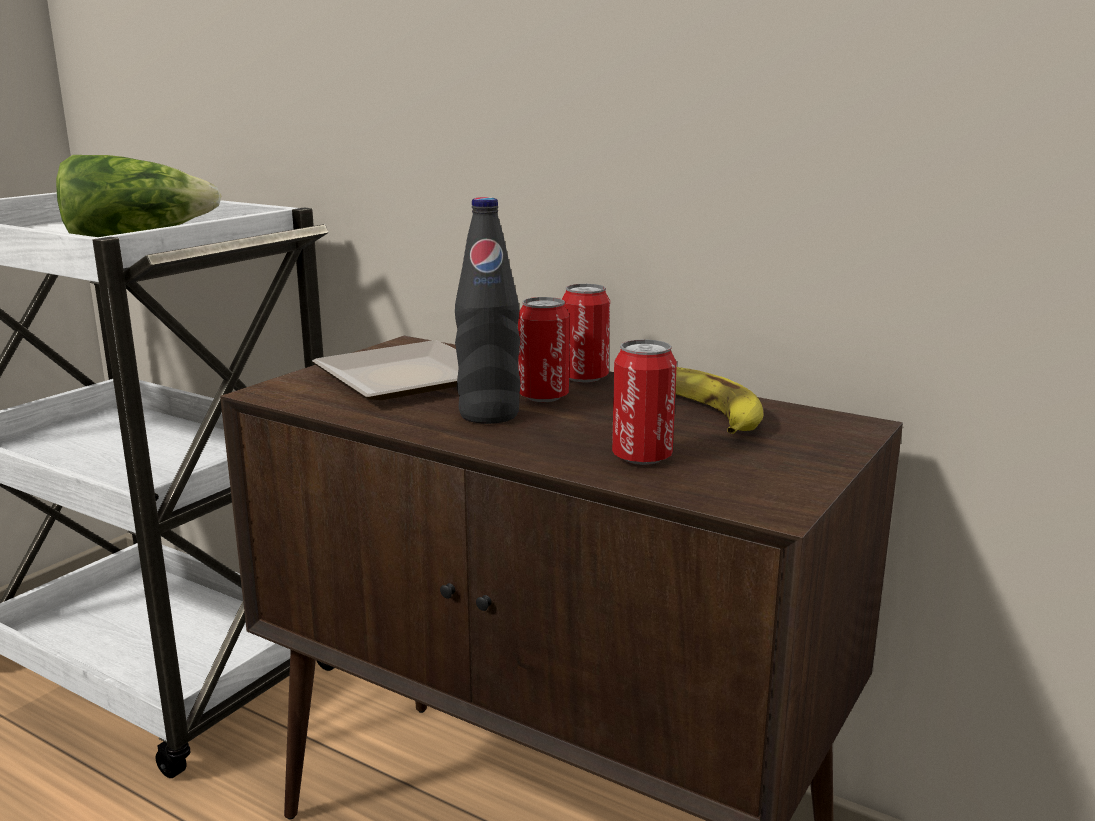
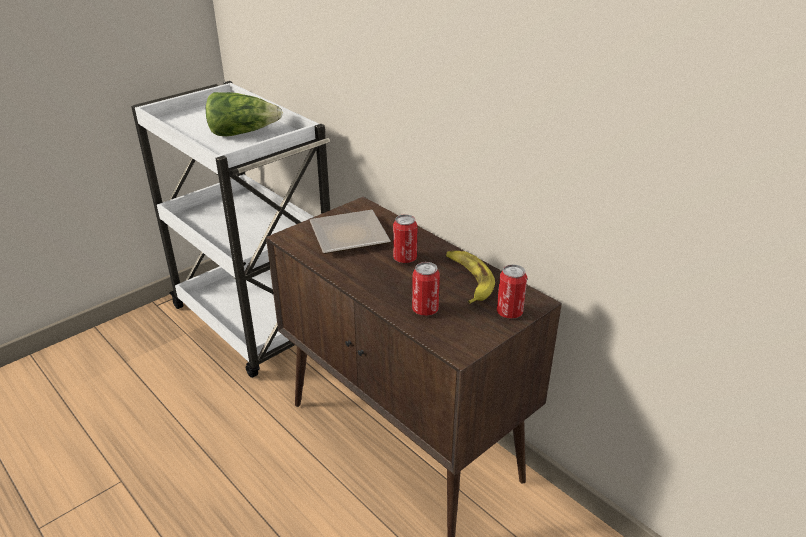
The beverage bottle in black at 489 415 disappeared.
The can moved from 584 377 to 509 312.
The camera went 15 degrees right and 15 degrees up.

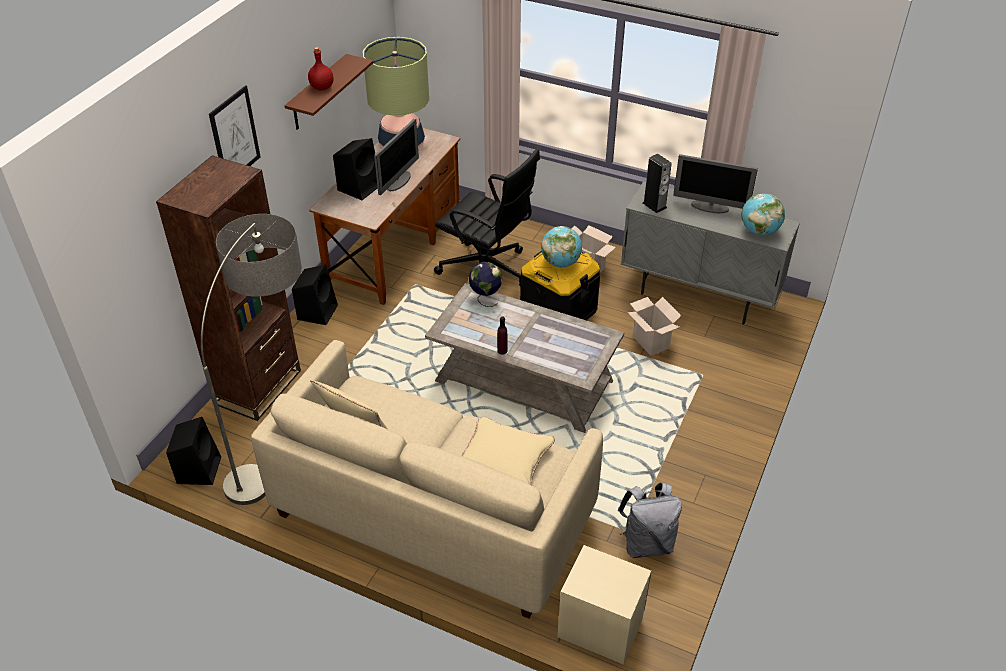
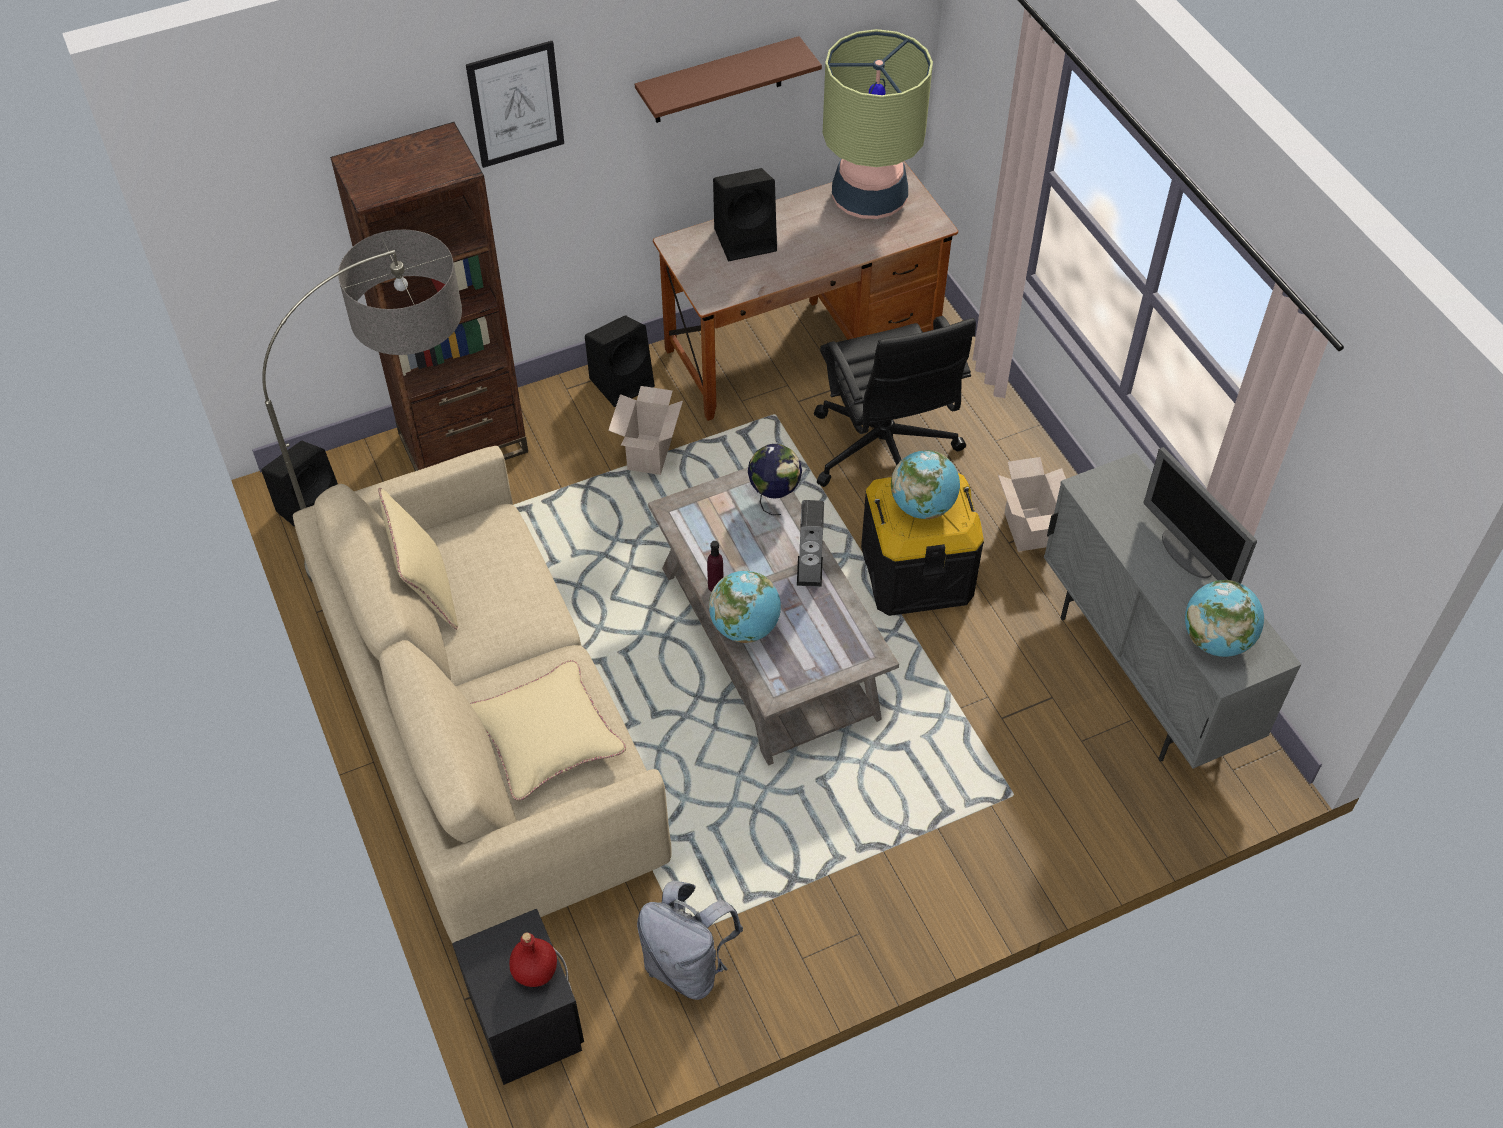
The beverage bottle in red-coloured moved from 321 87 to 534 971.
The monitor at 398 181 disappeared.
The nightstand in sand-coloured at 600 627 became the nightstand in black at 526 1021.
The cardboard box moved from 649 342 to 648 453.
The loudspeaker moved from 654 205 to 809 571.
The world globe at 745 627 appeared.
The camera went 40 degrees right and 10 degrees up.

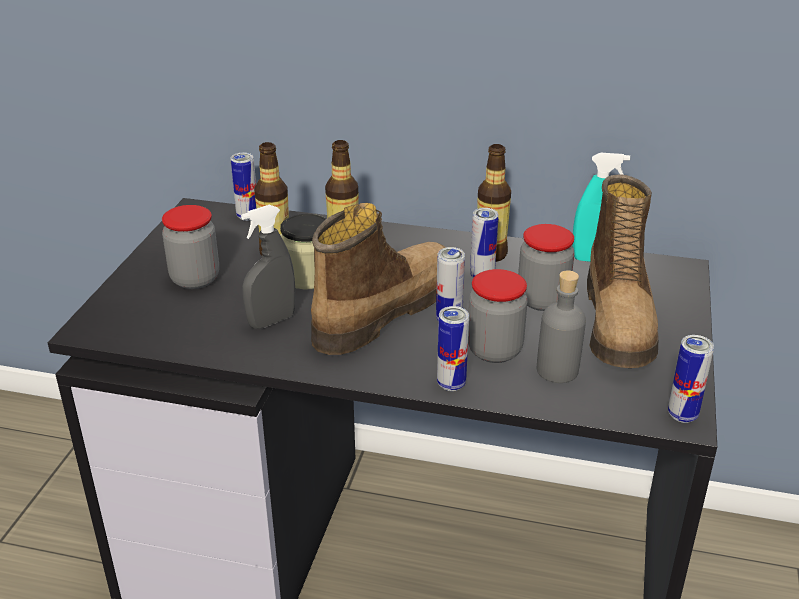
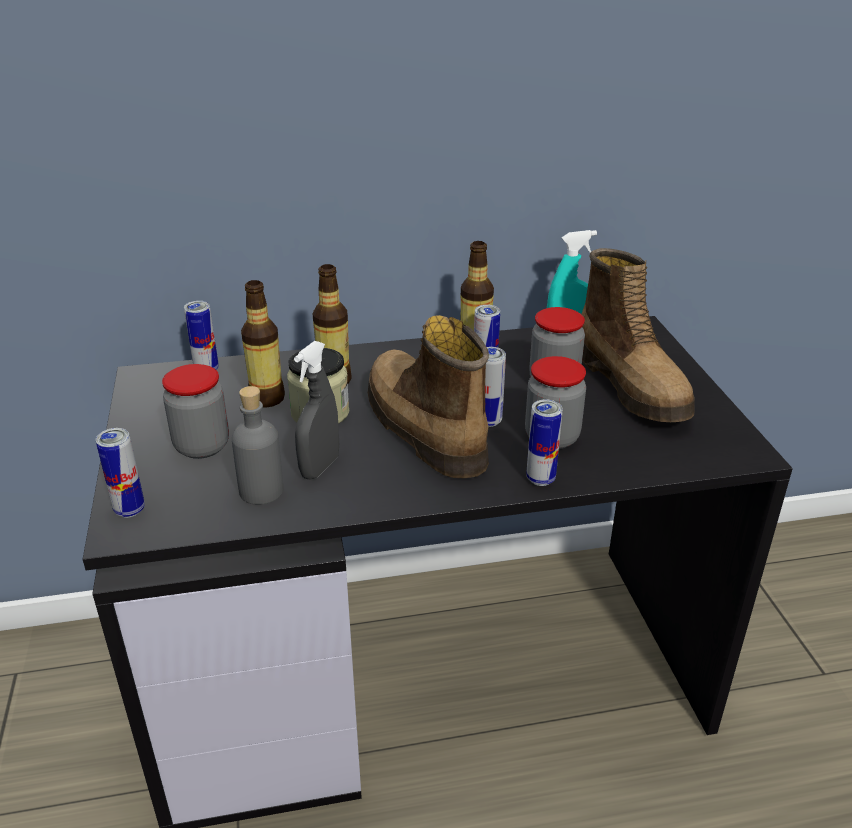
The high-top boot at 383 311 turned 45 degrees counterclockwise.
The beverage bottle in greyish moved from 557 370 to 261 491.
The can moved from 682 415 to 129 510.
The camera went 25 degrees left and 0 degrees up.

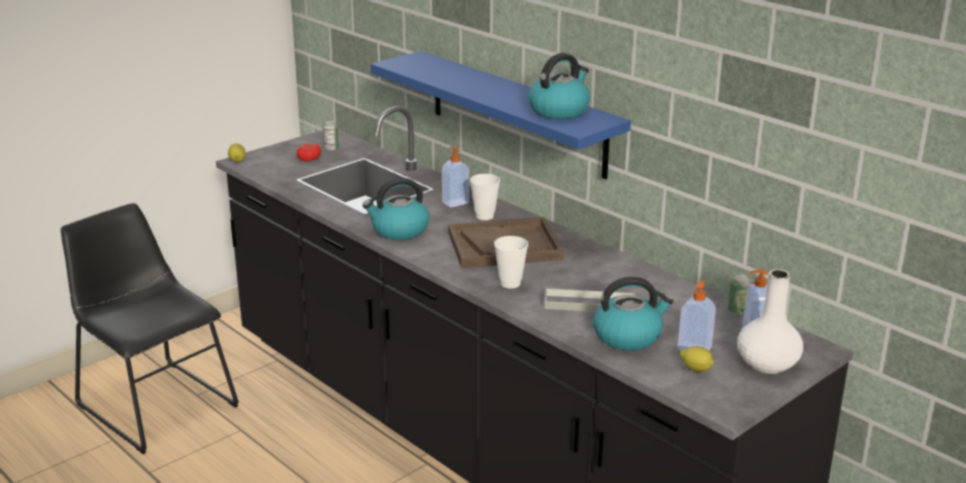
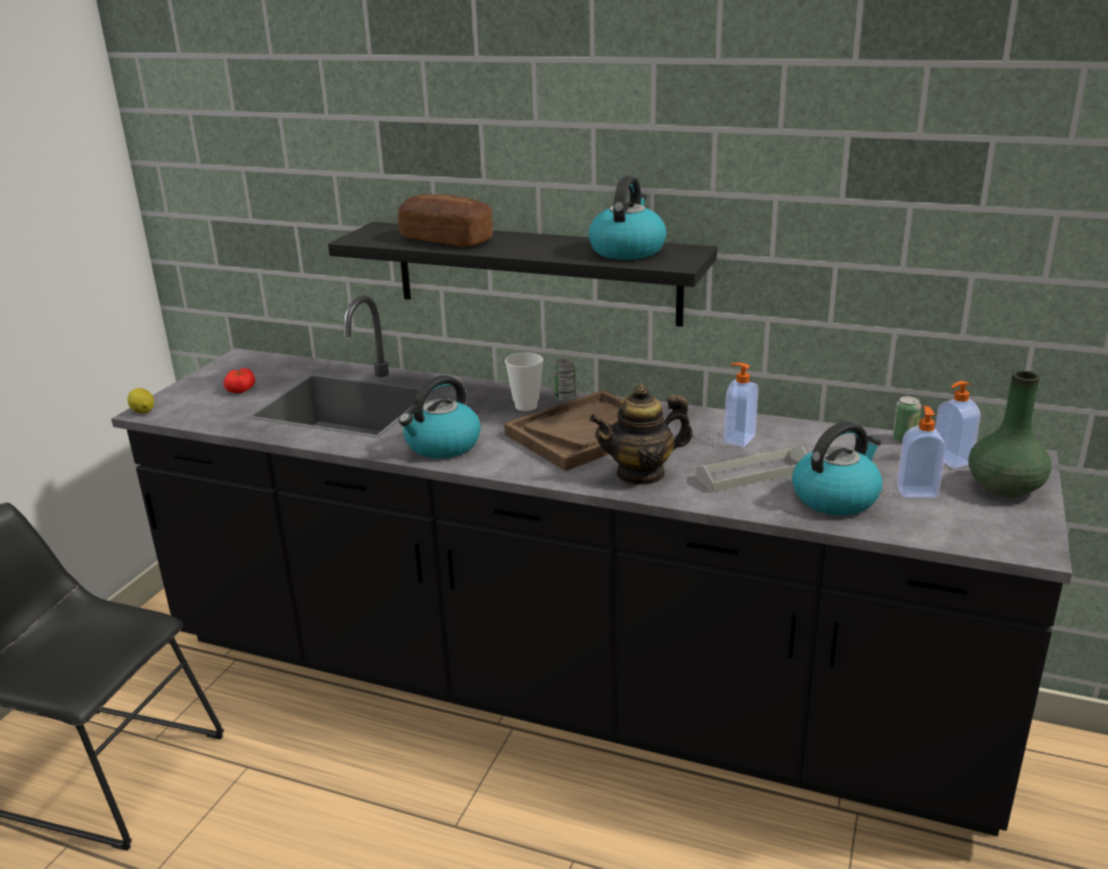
The can moved from 331 149 to 565 398.
The shelf in blue-coloured at 516 113 became the shelf in black at 536 272.
The soap dispenser moved from 455 202 to 738 439.
The small cup at 510 283 was replaced by the tea pot at 641 474.
The whole lemon at 696 369 disappeared.
The decorative vase in white-coloured at 767 364 became the decorative vase in green-coloured at 1004 487.
The baked bread at 446 239 appeared.
The camera went 25 degrees left and 0 degrees up.

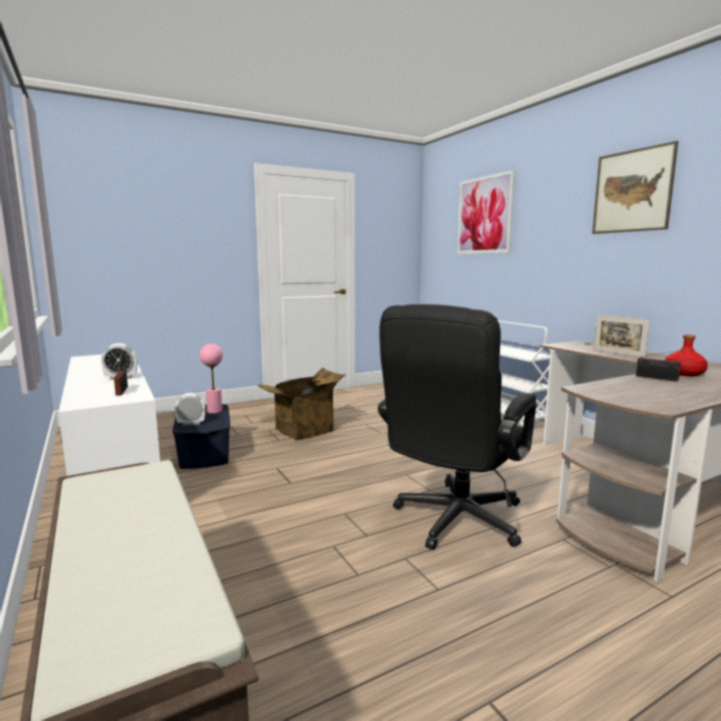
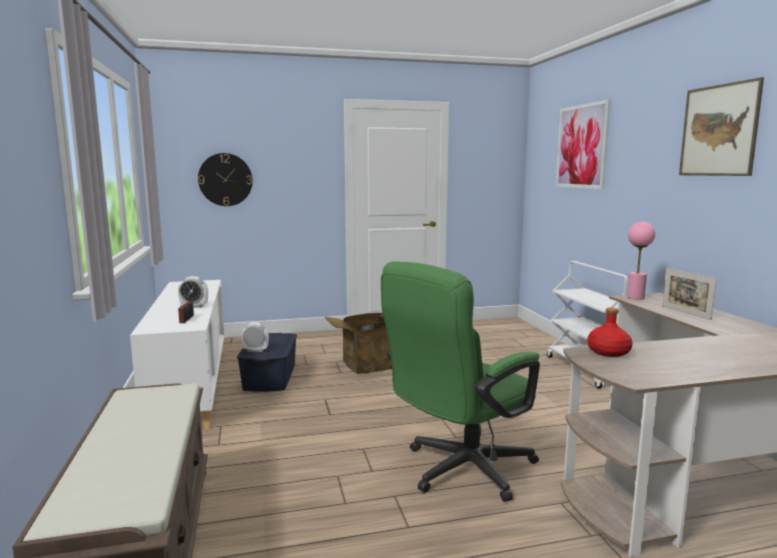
The lamp for a table in pinkish moved from 214 411 to 635 297.
The computer chair in black at 453 522 became the computer chair in green-coloured at 460 471.
The radio set at 659 378 disappeared.
The beverage bottle in red-coloured moved from 684 373 to 608 352.
The hanging clock at 225 179 appeared.
The camera went 15 degrees right and 0 degrees up.

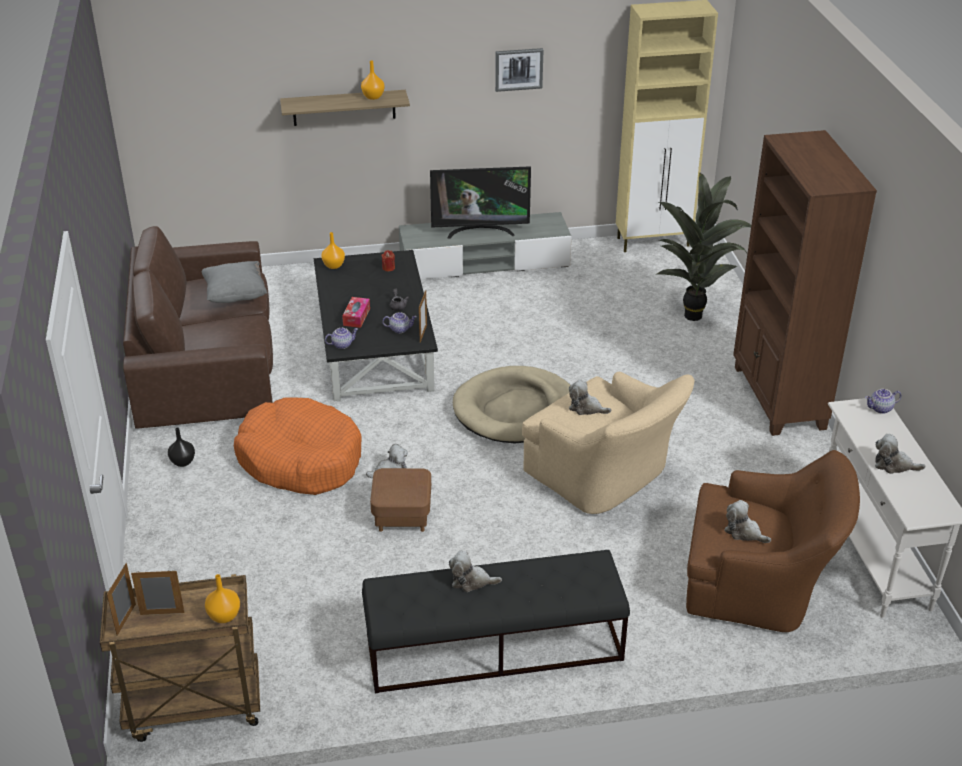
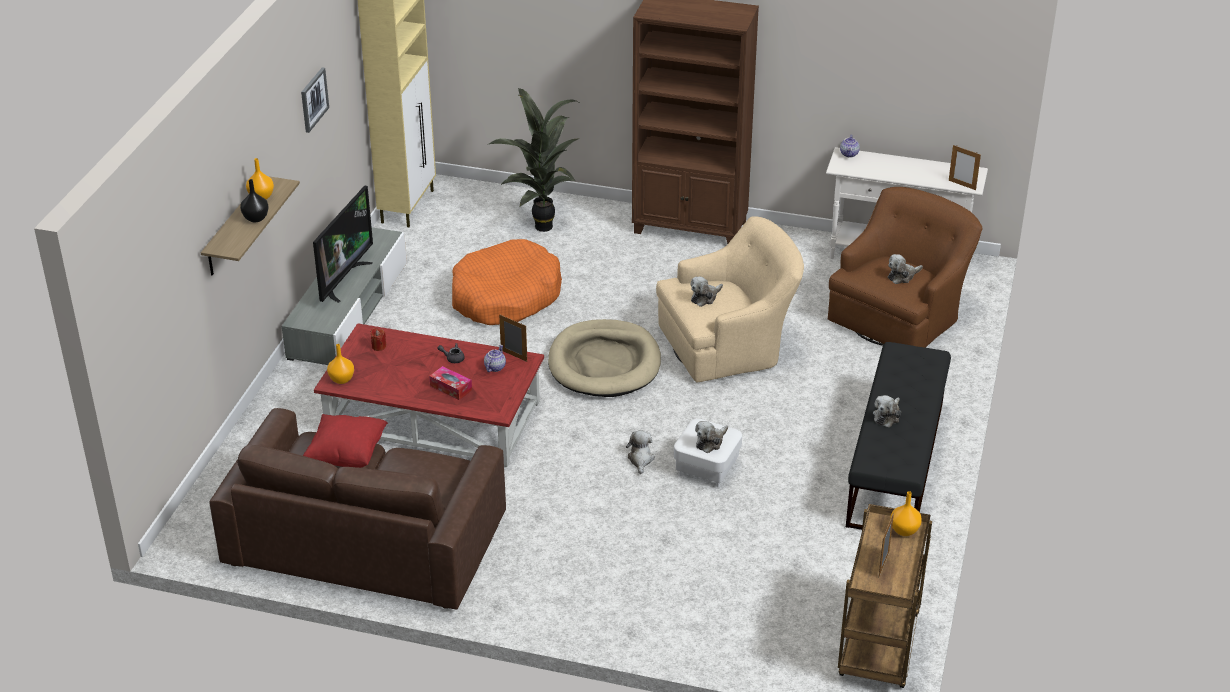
The photo frame moved from 126 620 to 962 185.
The decorative vase in black moved from 183 462 to 256 218.
The throw pillow in greyish at 235 296 became the throw pillow in red-coloured at 346 455.
The dog bed in orange-coloured moved from 300 459 to 505 297.
The low table in black at 373 344 became the low table in red-coloured at 432 418.
The tea pot at 342 344 disappeared.
The pouffe in brown at 402 515 became the pouffe in white-coloured at 707 468.
The cuddly toy moved from 893 465 to 710 442.
The camera went 65 degrees left and 0 degrees up.

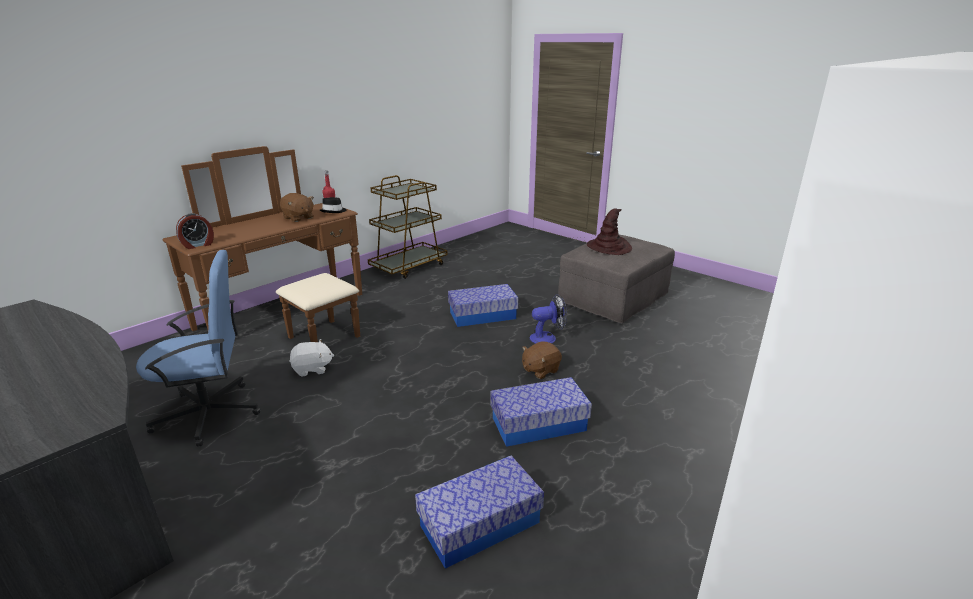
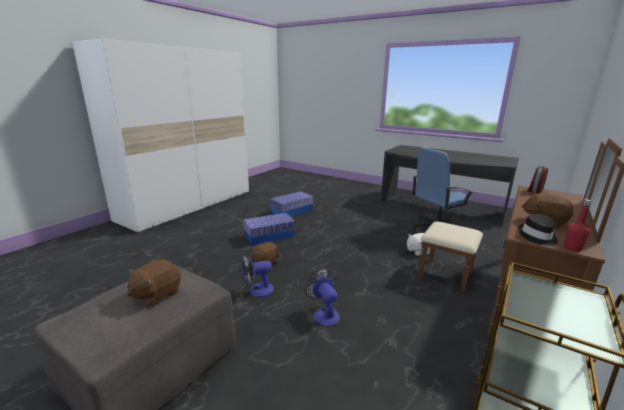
The storage box at 482 315 was replaced by the electric fan at 324 313.
The wearable hat in brown at 609 247 was replaced by the cuddly toy in brown at 156 294.
The camera went 170 degrees right and 5 degrees down.

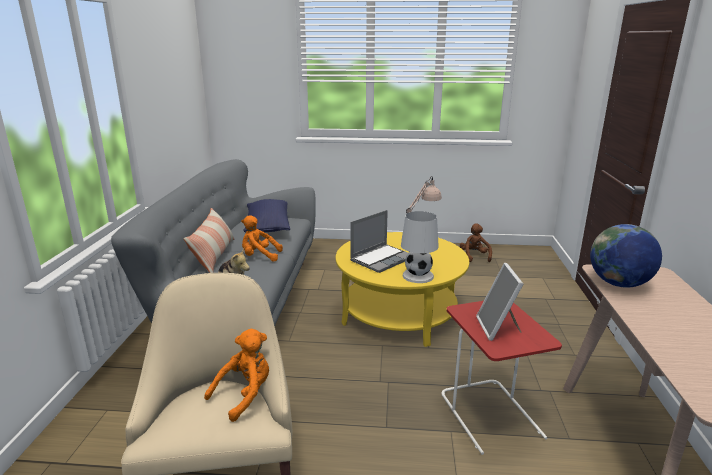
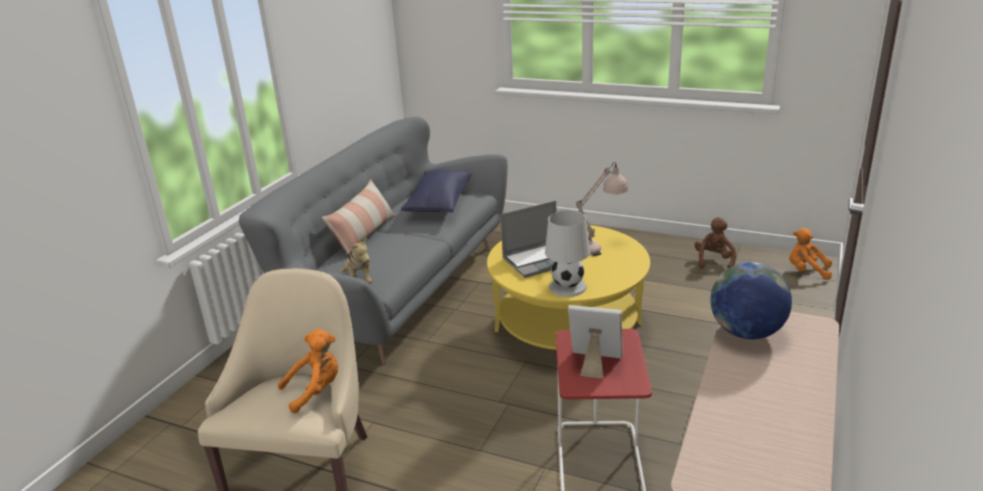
The cuddly toy in orange-coloured moved from 259 256 to 806 271.
The photo frame at 498 328 turned 90 degrees clockwise.
The camera went 20 degrees right and 5 degrees up.

